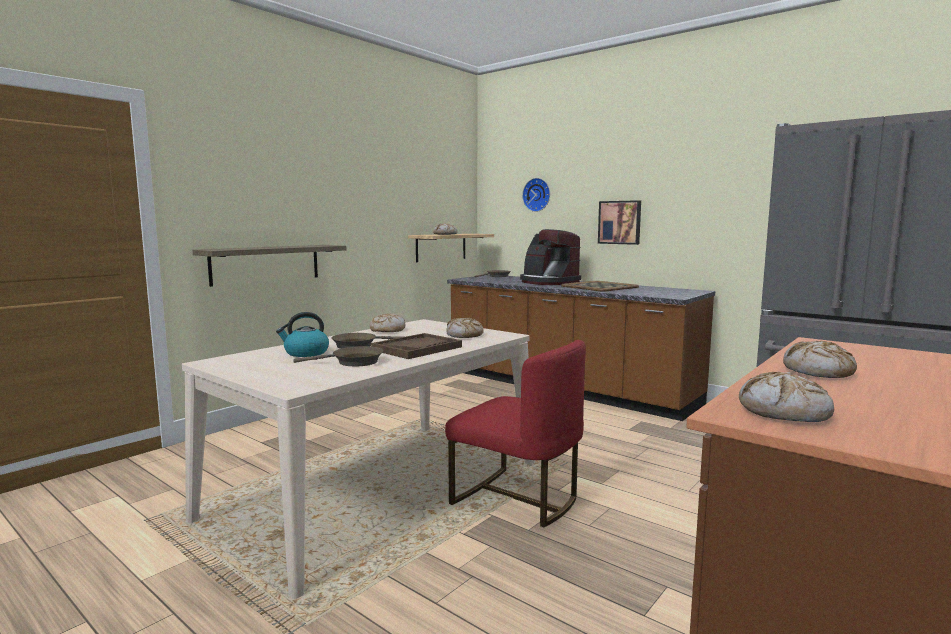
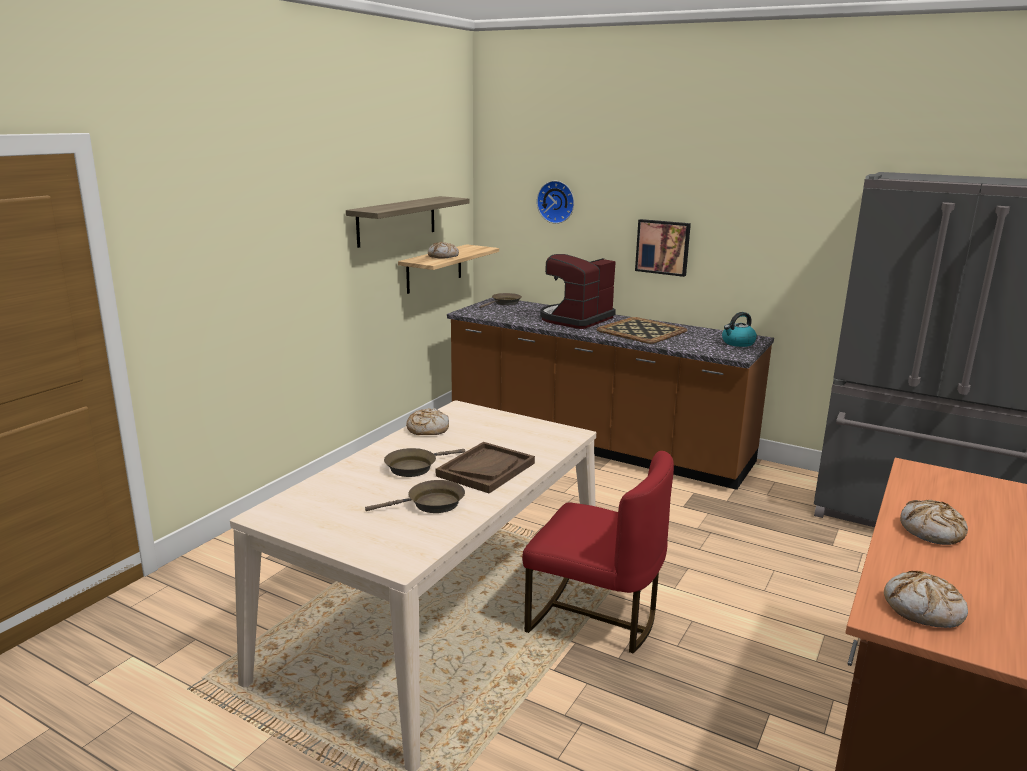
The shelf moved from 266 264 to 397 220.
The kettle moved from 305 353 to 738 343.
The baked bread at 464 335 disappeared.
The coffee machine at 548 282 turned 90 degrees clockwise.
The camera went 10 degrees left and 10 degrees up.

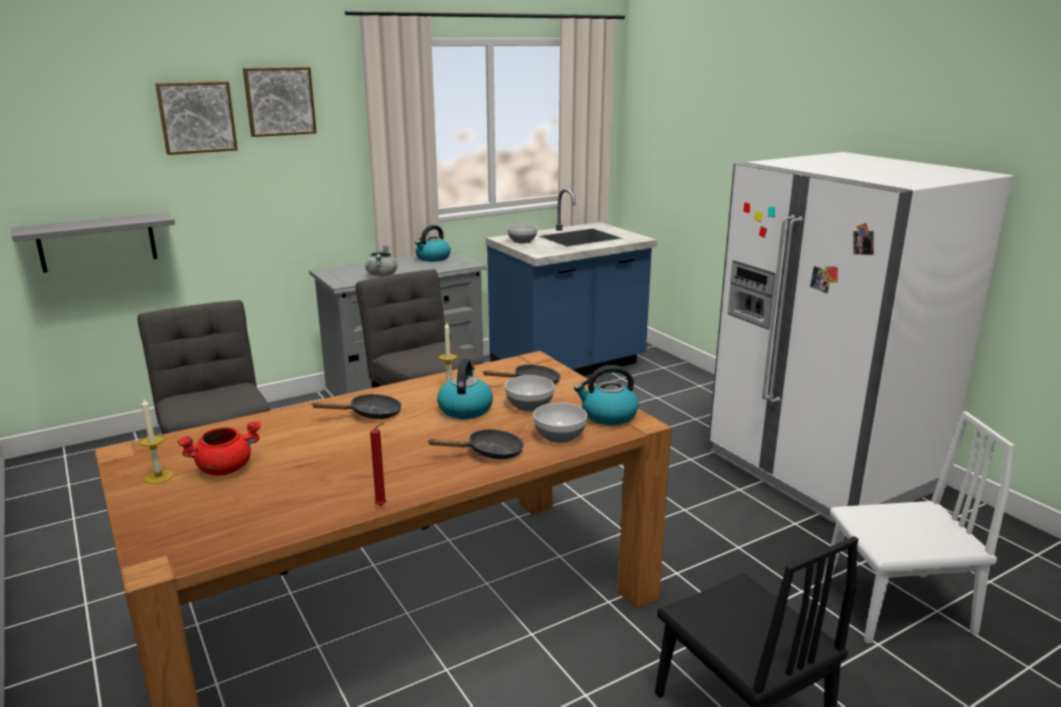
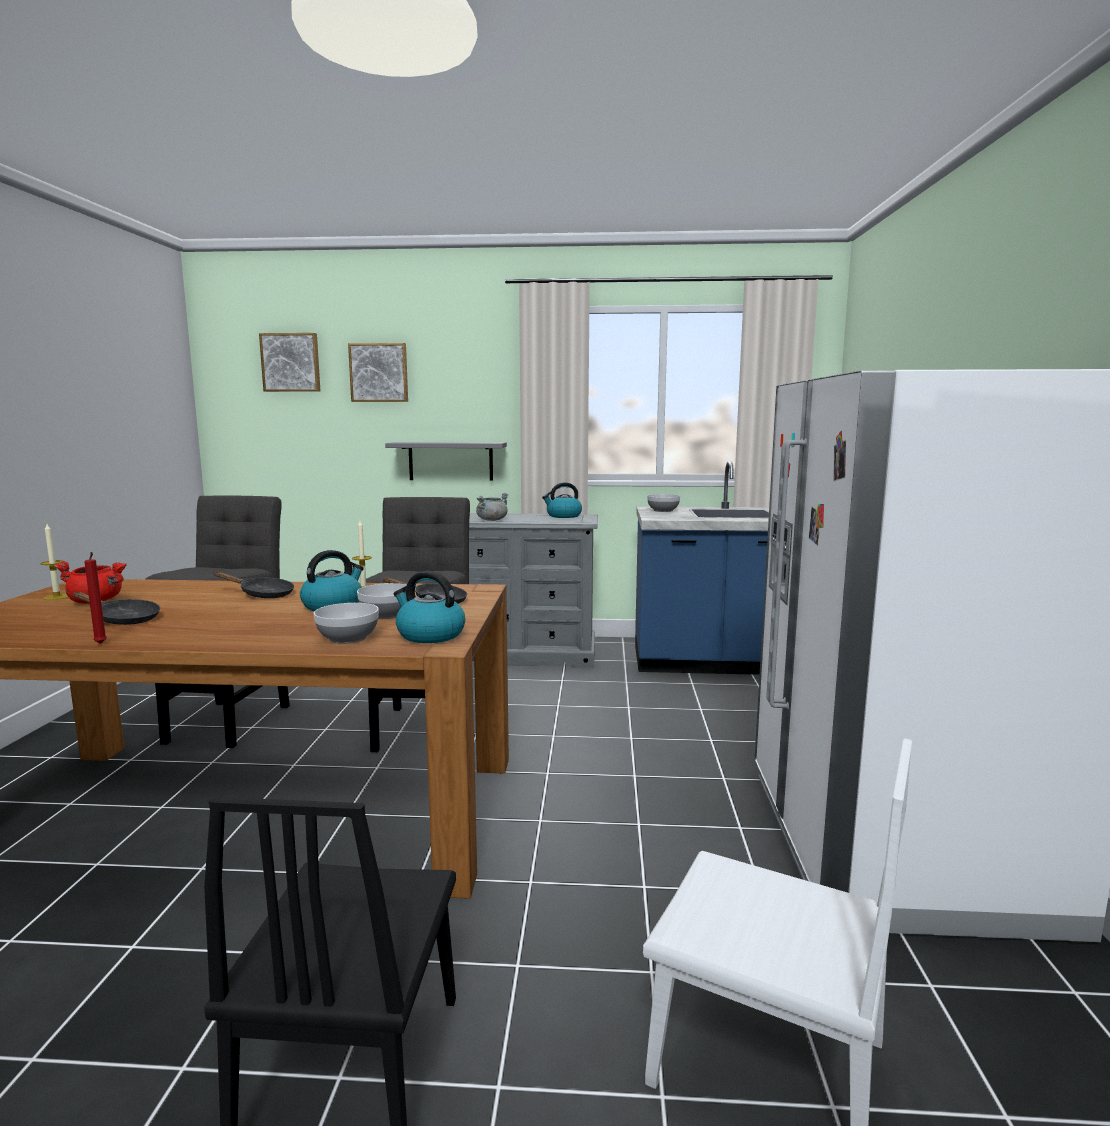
The shelf in greyish moved from 97 242 to 450 461.
The picture moved from 279 101 to 291 362.
The frying pan in black moved from 489 453 to 123 619.
The camera went 35 degrees right and 10 degrees down.

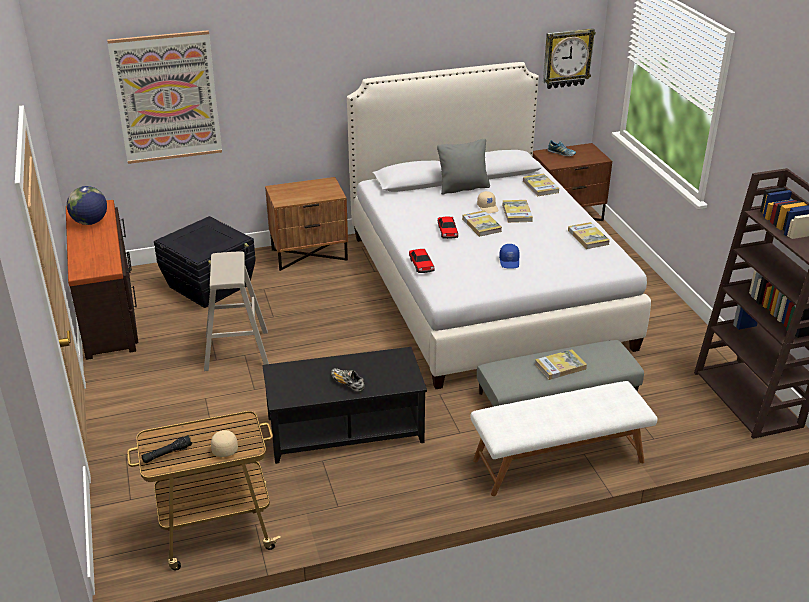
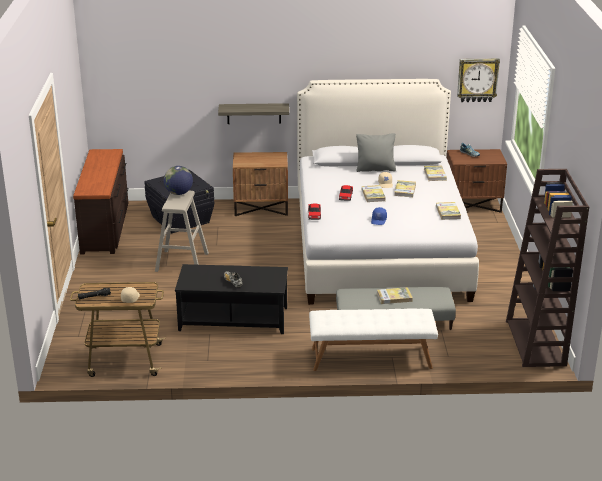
The world globe moved from 90 222 to 179 193.
The picture at 167 97 disappeared.
The shelf at 254 113 appeared.
The camera went 15 degrees right and 5 degrees down.

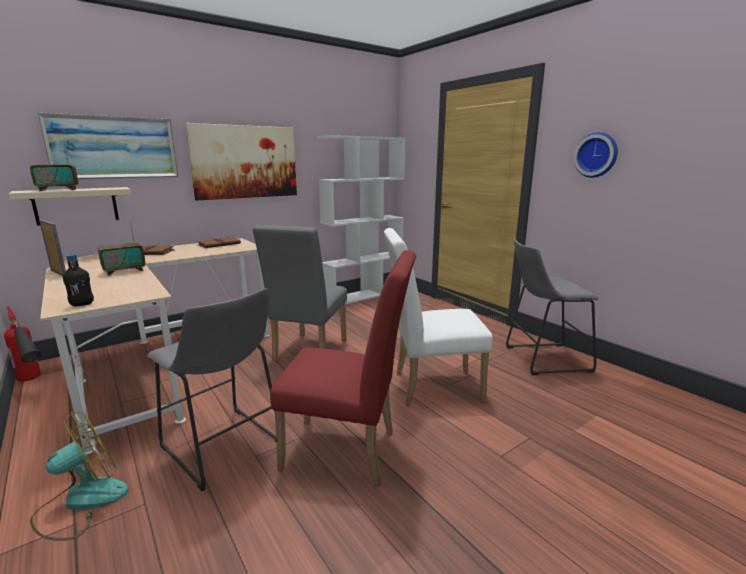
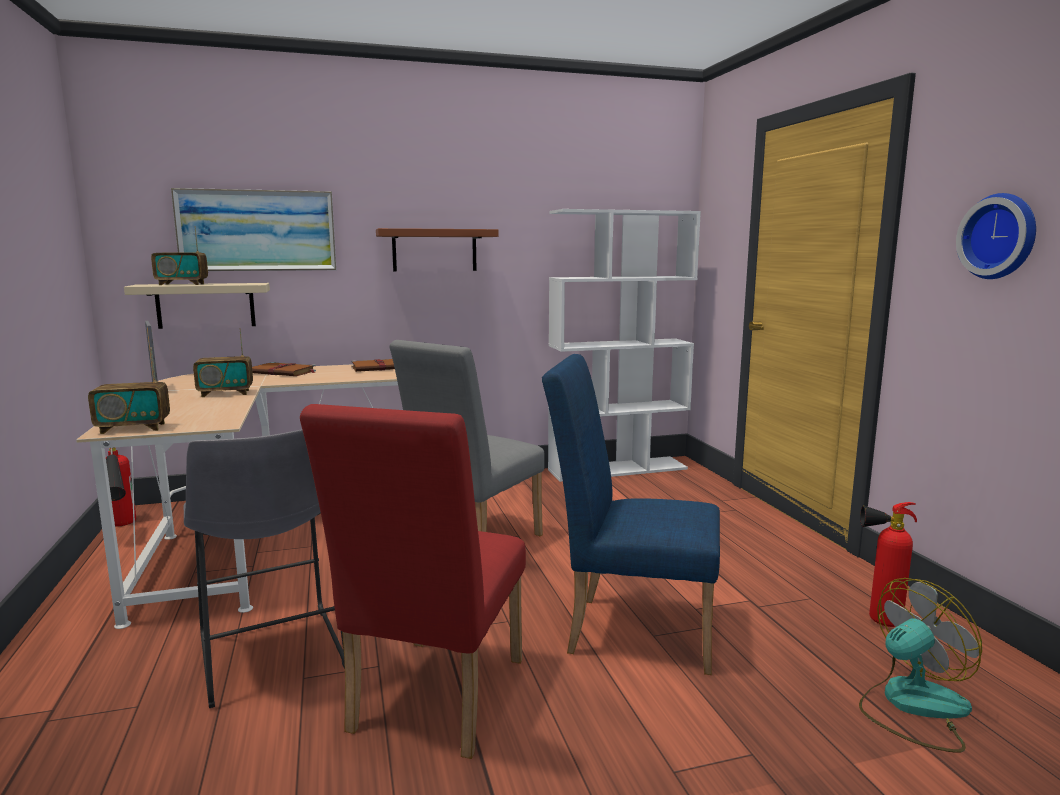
The electric fan moved from 81 502 to 912 706.
The beverage bottle in black at 82 304 was replaced by the radio set at 133 428.
The picture at 245 162 was replaced by the shelf in brown at 434 250.
The chair in red-coloured at 348 451 turned 75 degrees clockwise.
The chair in white-coloured at 430 386 became the chair in blue-coloured at 629 630.
The sitting stool in greyish at 542 359 was replaced by the fire extinguisher at 877 621.
The camera went 20 degrees right and 5 degrees down.

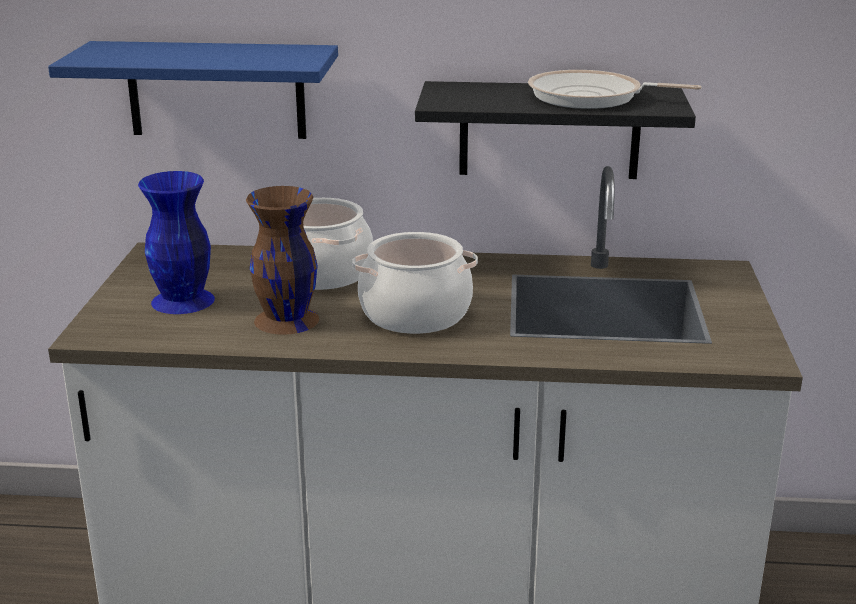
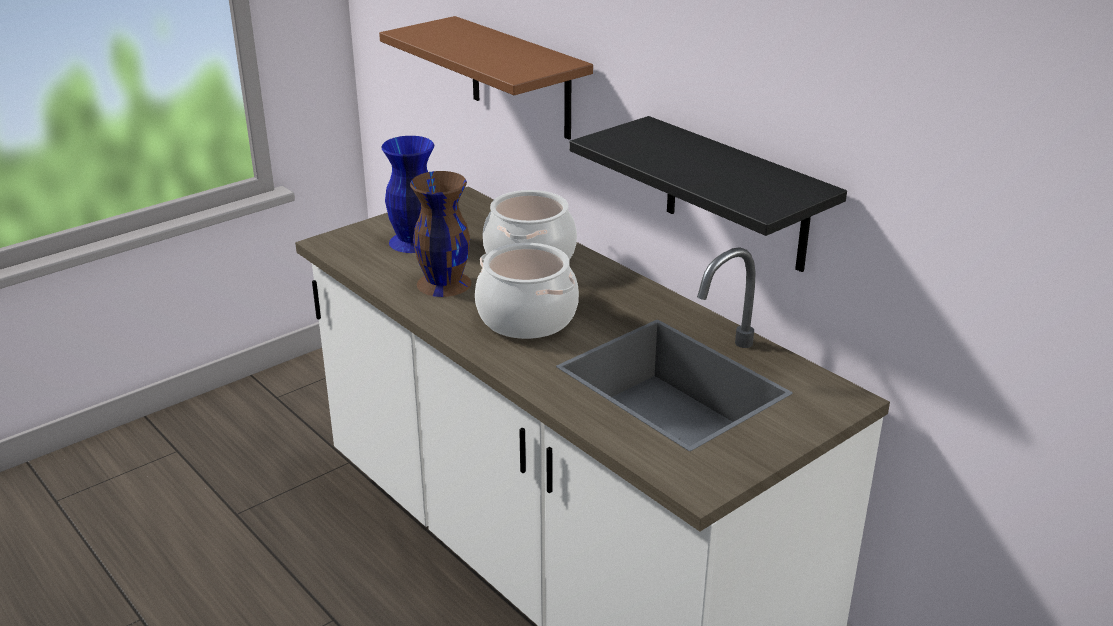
The shelf in blue-coloured at 216 90 became the shelf in brown at 520 78.
The frying pan at 591 98 disappeared.
The camera went 45 degrees right and 5 degrees up.

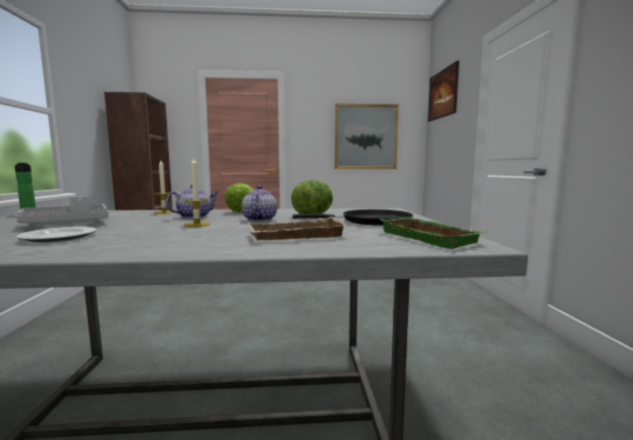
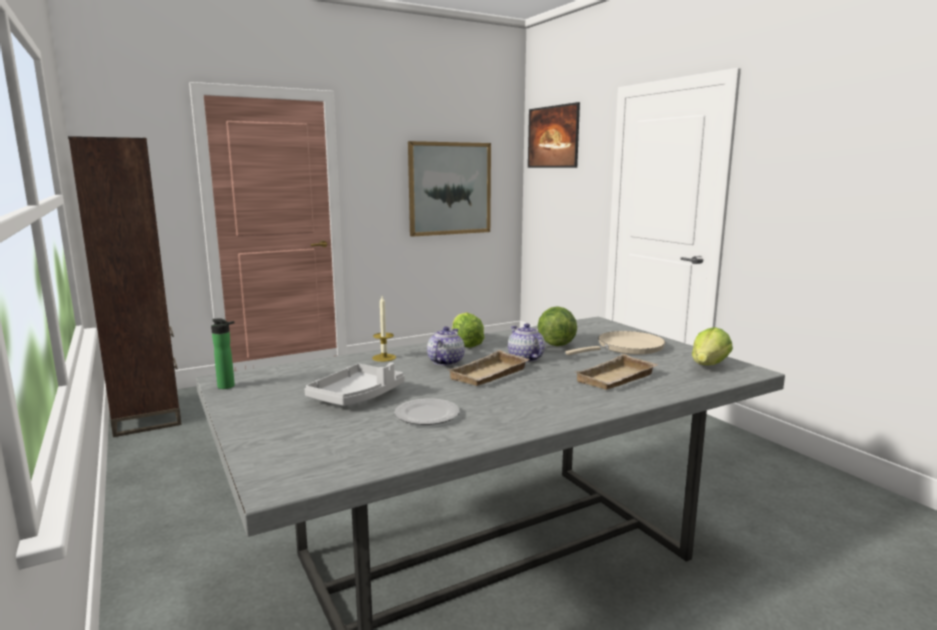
The wax light at 197 224 was replaced by the serving tray in sand-coloured at 490 375.
The frying pan in black at 371 222 became the frying pan in sand-coloured at 626 348.
The serving tray in green-coloured at 431 238 was replaced by the head of lettuce at 709 365.
The camera went 25 degrees left and 5 degrees up.

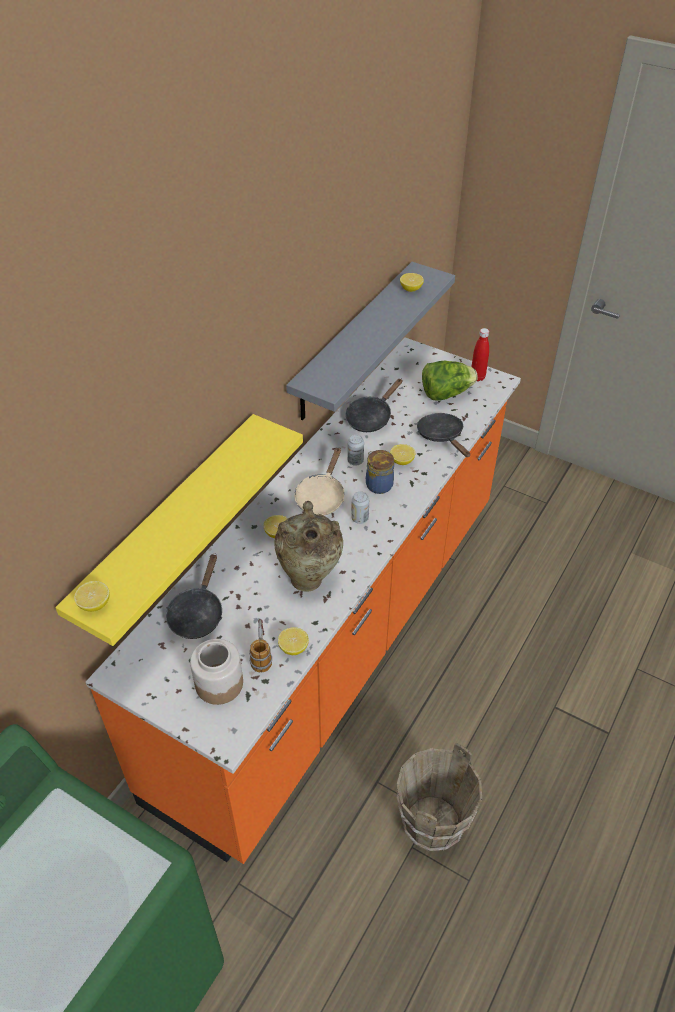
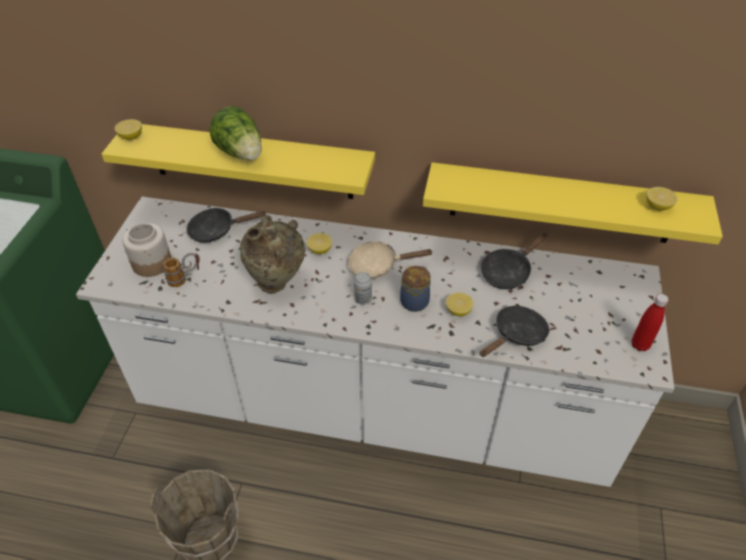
The kitchen base unit in orange-coloured at 337 641 became the kitchen base unit in white-coloured at 373 408.
The whole lemon at 293 648 disappeared.
The shelf in greyish at 353 342 became the shelf in yellow at 561 203.
The frying pan in black at 371 417 turned 60 degrees counterclockwise.
The can at 355 461 disappeared.
The head of lettuce moved from 446 393 to 241 153.
The camera went 70 degrees right and 0 degrees up.

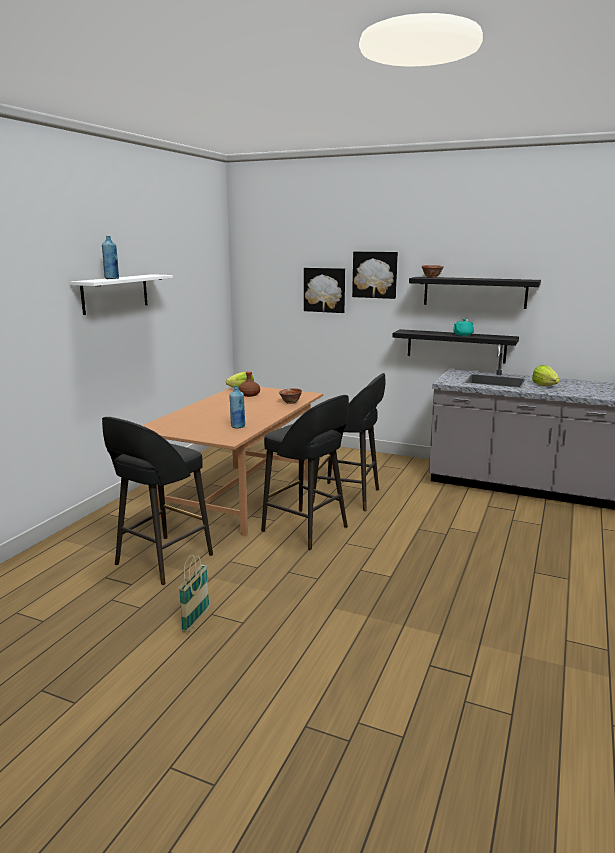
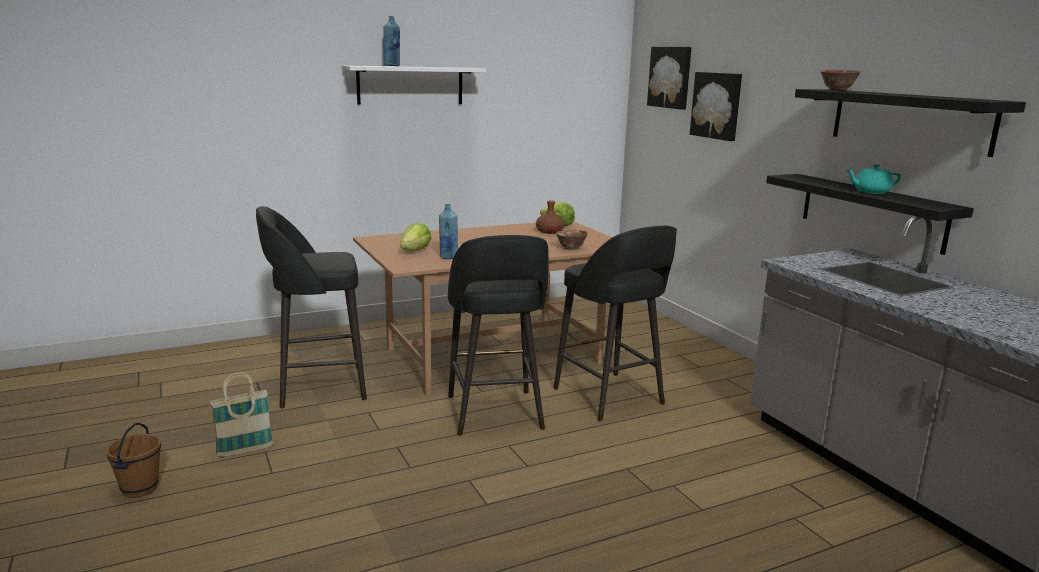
The picture moved from 375 274 to 670 77.
The head of lettuce moved from 544 385 to 415 251.
The pail in brown at 139 488 appeared.
The camera went 40 degrees right and 0 degrees up.

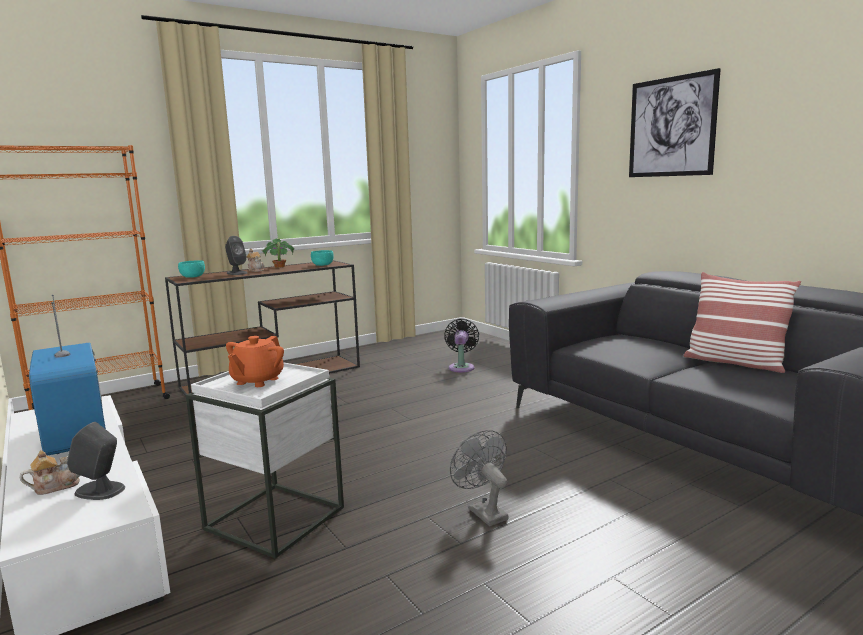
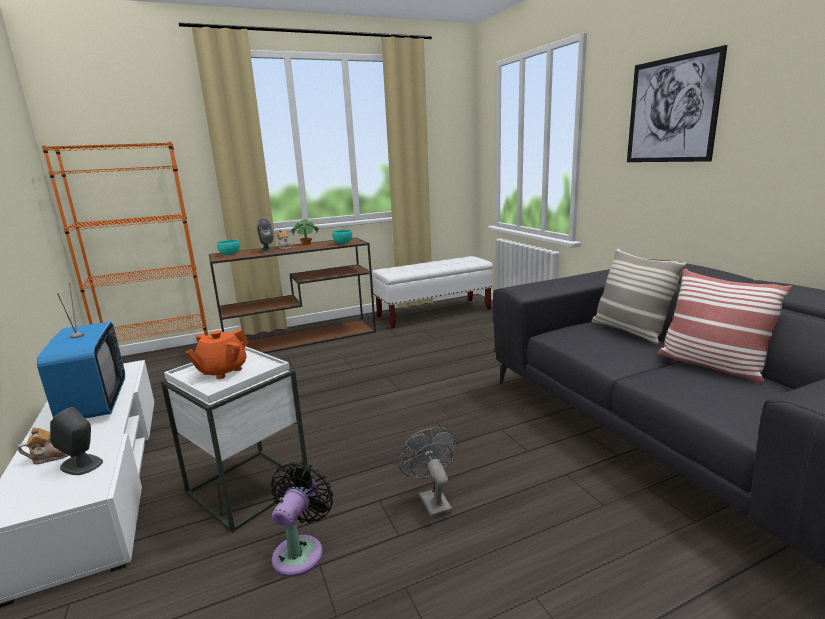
The electric fan in black moved from 461 367 to 301 551.
The indoor bench in white-coloured at 434 313 appeared.
The throw pillow at 629 331 appeared.
The camera went 10 degrees right and 5 degrees up.

